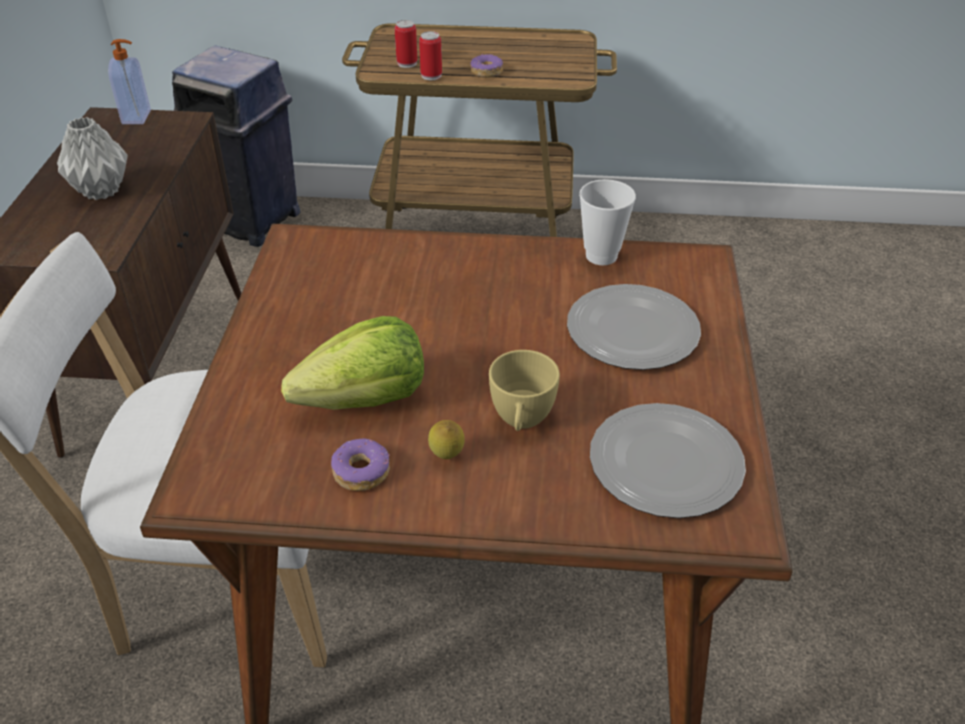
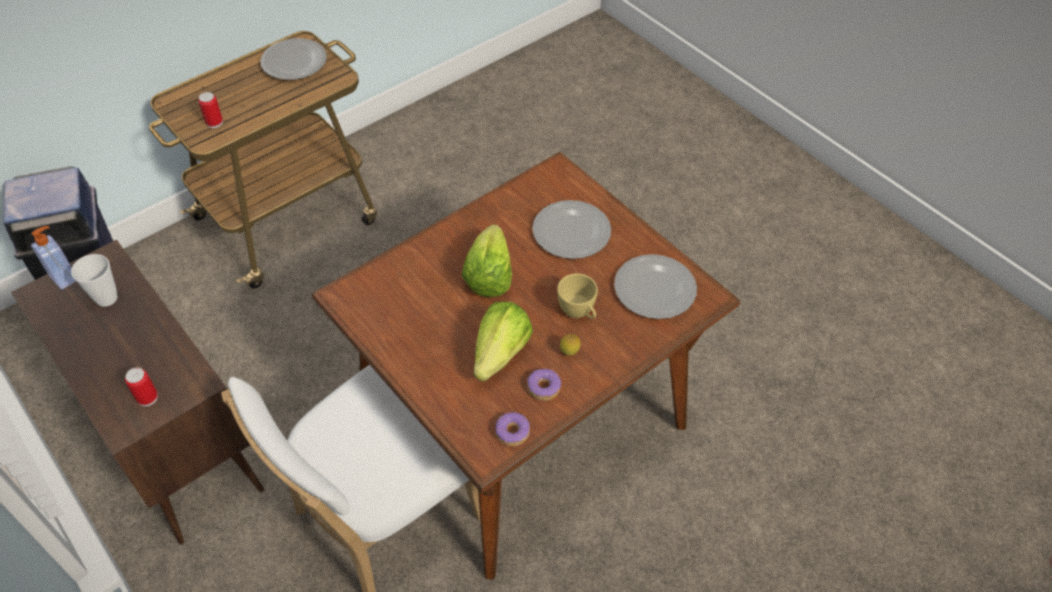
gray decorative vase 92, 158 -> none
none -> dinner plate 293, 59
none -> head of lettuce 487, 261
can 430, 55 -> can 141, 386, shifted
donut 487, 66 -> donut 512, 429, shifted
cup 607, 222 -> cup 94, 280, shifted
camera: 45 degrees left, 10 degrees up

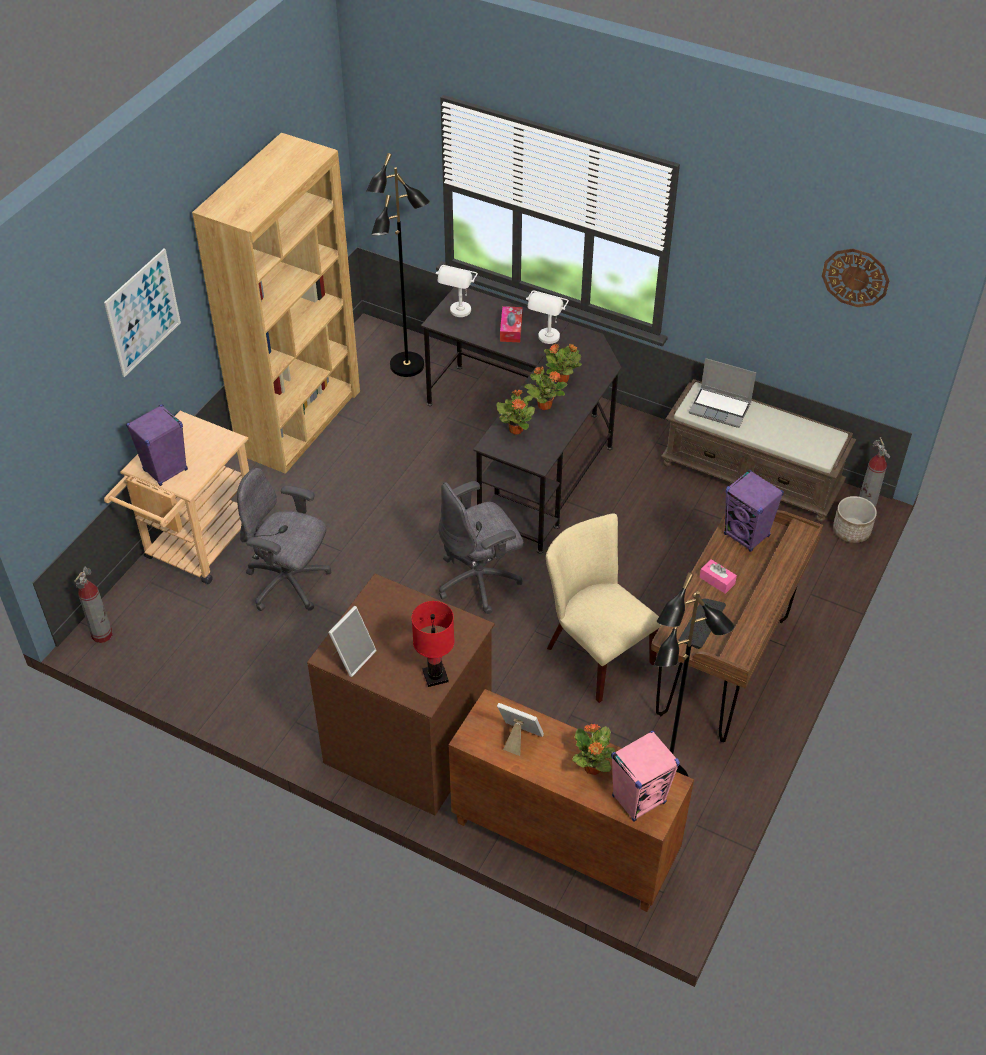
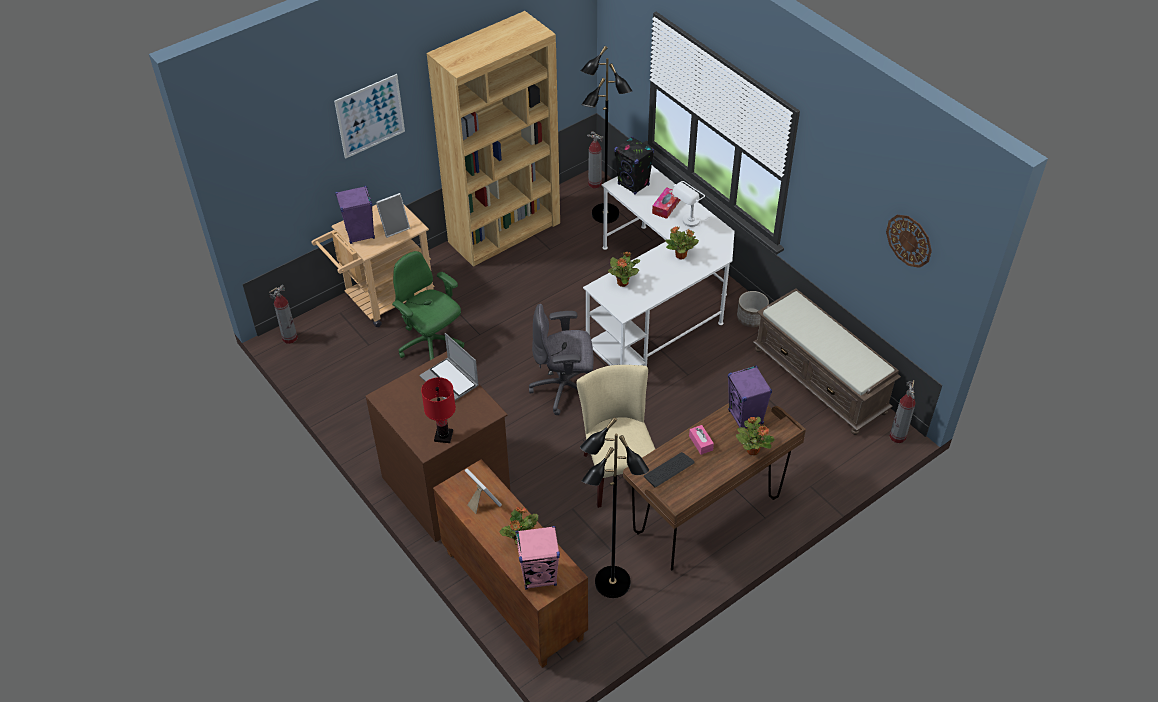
none -> fire extinguisher 595, 159
photo frame 352, 641 -> photo frame 393, 215, shifted
plant in a pot 545, 388 -> plant in a pot 755, 436, shifted
portable computer 722, 393 -> portable computer 449, 367, shifted
planter 855, 519 -> planter 753, 309, shifted
whitish tabletop lamp 457, 291 -> black audio speaker 634, 166
gray desk chair 284, 539 -> green desk chair 428, 305
black desk 521, 420 -> whitish desk 659, 266
camera: 25 degrees right, 0 degrees up

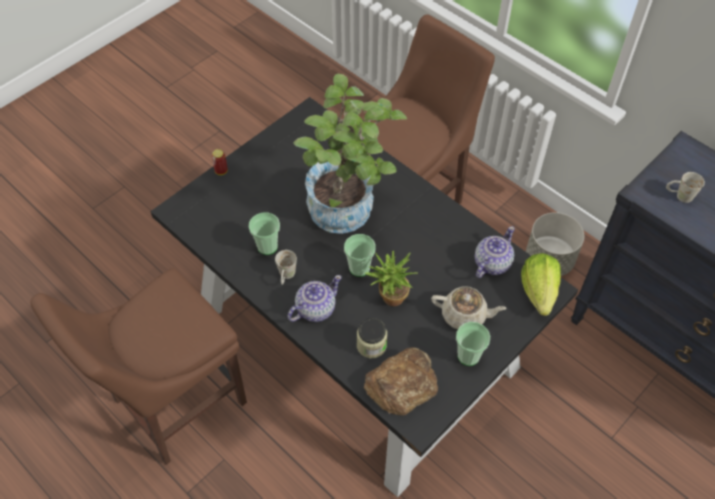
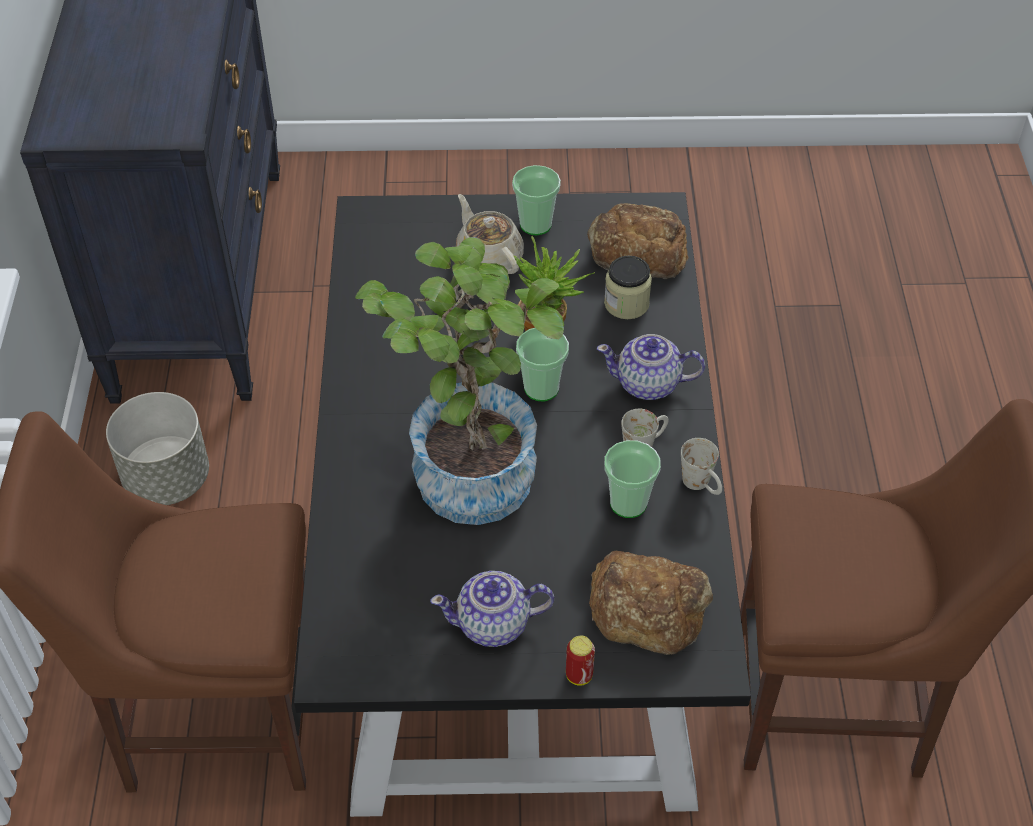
head of lettuce 541, 284 -> none
none -> baked bread 651, 603
tea pot 495, 252 -> tea pot 492, 609, shifted
whitish mug 685, 187 -> whitish mug 701, 466, shifted
camera: 135 degrees left, 5 degrees down

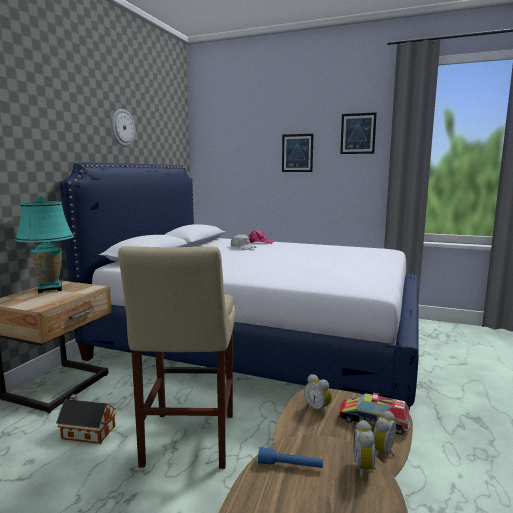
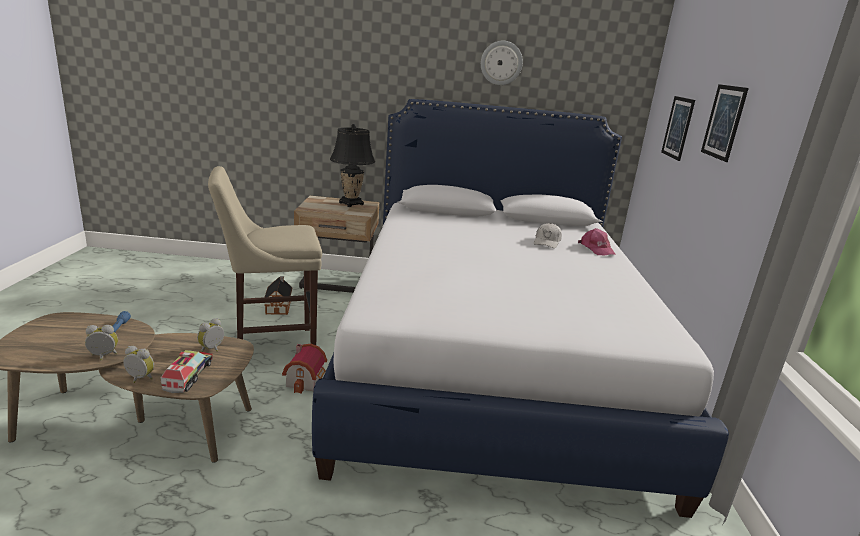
none -> model house 304, 369
picture 358, 133 -> picture 678, 128, shifted
turquoise tabletop lamp 44, 244 -> black tabletop lamp 352, 165
camera: 70 degrees right, 10 degrees up

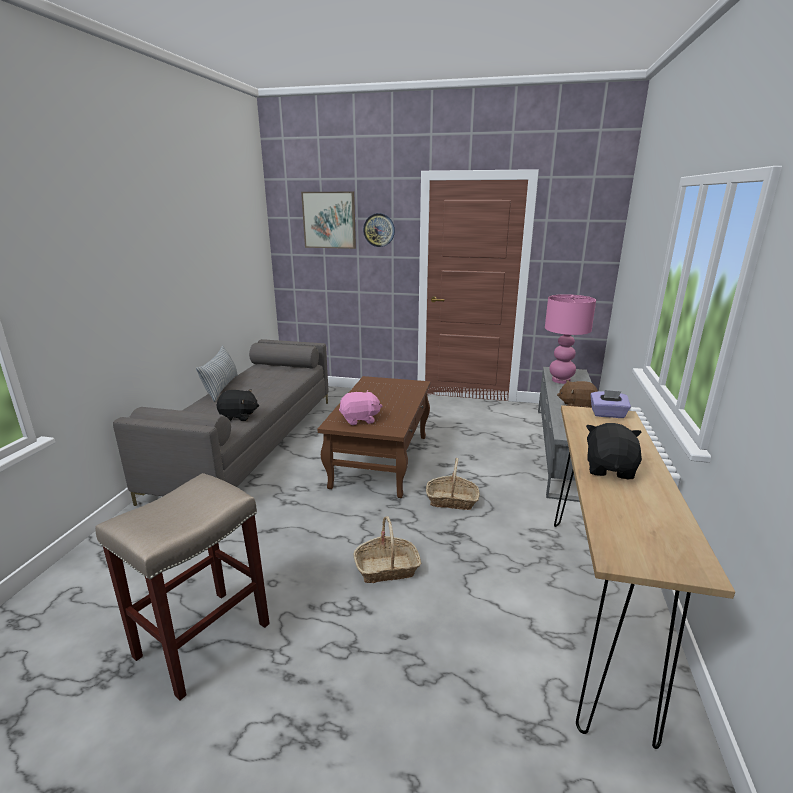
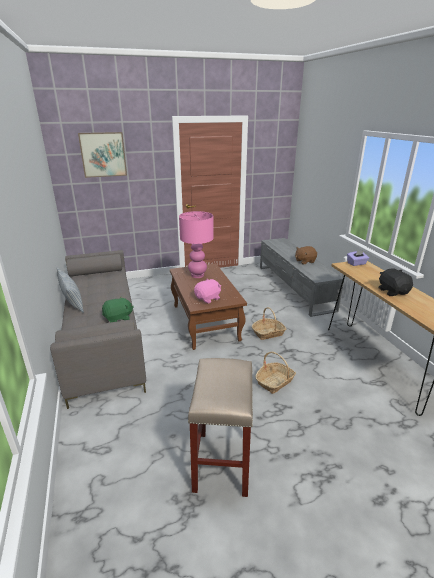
wall clock 379, 230 -> none
pinkish tabletop lamp 570, 339 -> pinkish tabletop lamp 196, 244, shifted
black cuddly toy 238, 405 -> green cuddly toy 118, 309
camera: 30 degrees left, 5 degrees up

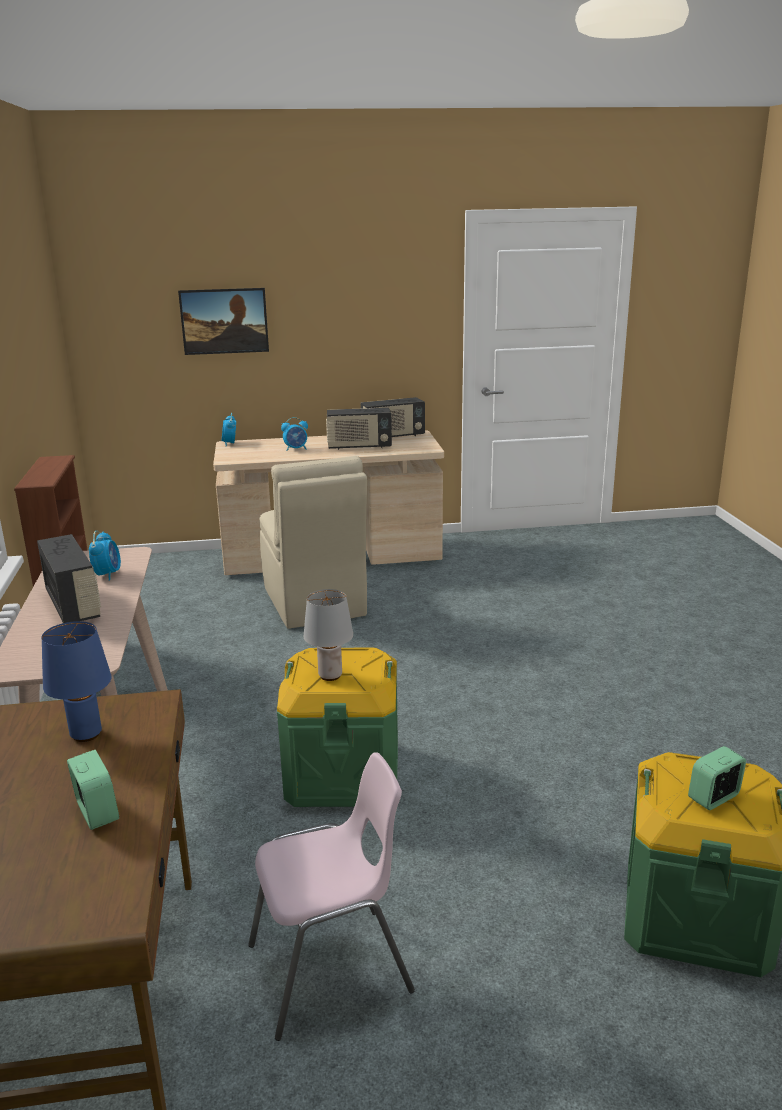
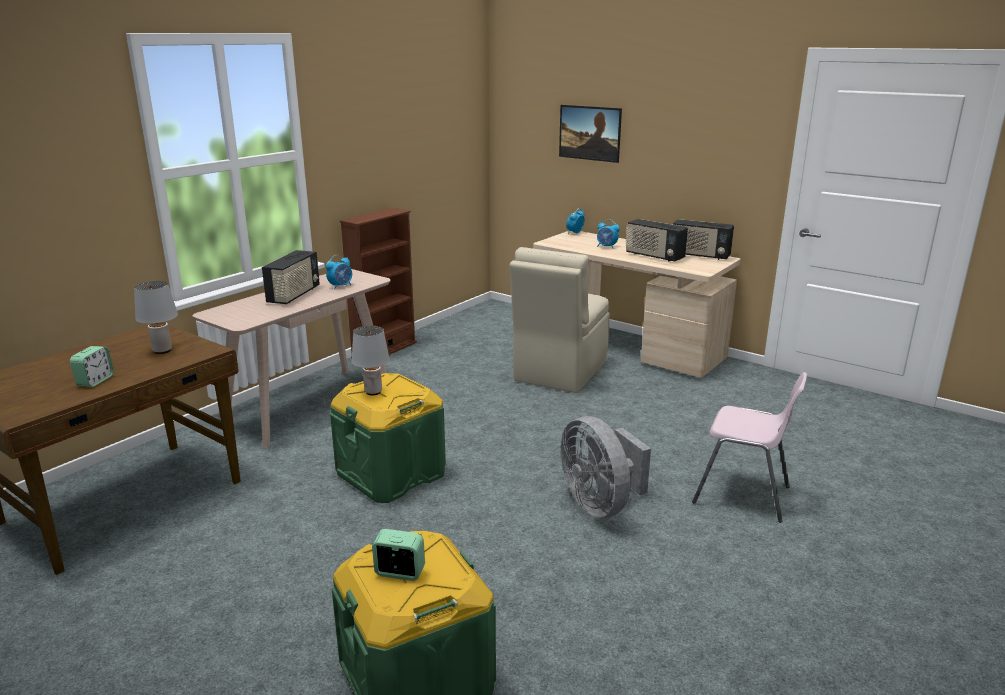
none -> gray electric fan 606, 467
pinkish plain chair 331, 896 -> pinkish plain chair 749, 447, shifted
blue-coloured tabletop lamp 76, 681 -> gray tabletop lamp 156, 317
camera: 45 degrees right, 0 degrees up

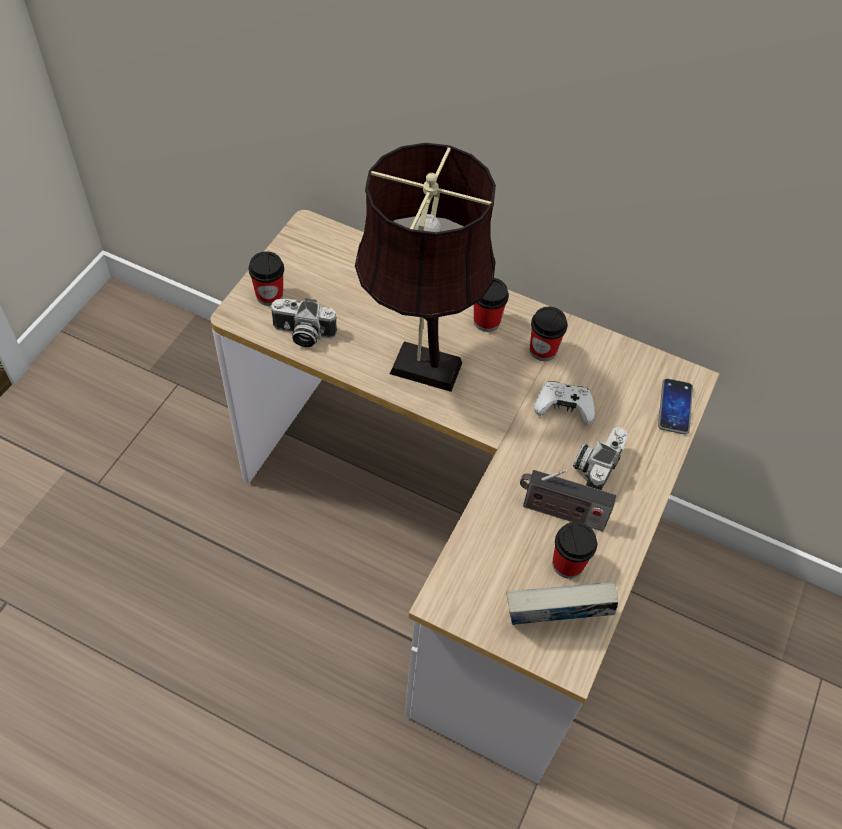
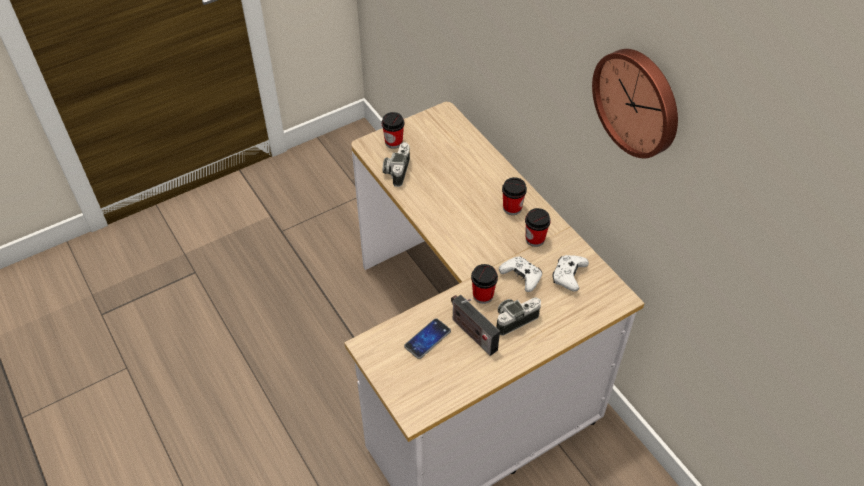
brown-coloured tabletop lamp 425, 267 -> none
volume 562, 603 -> none
none -> whitish game controller 571, 273
none -> wall clock 635, 103
cup 574, 550 -> cup 484, 284, shifted
telephone 675, 406 -> telephone 427, 338, shifted
still camera 303, 322 -> still camera 396, 164, 60 degrees clockwise
camera: 35 degrees right, 5 degrees down

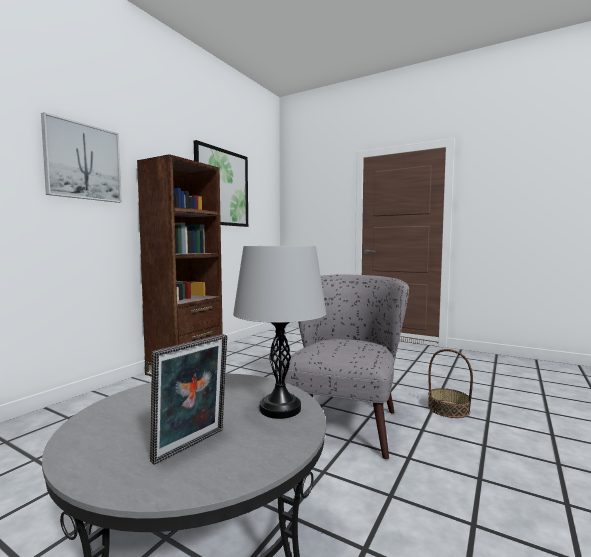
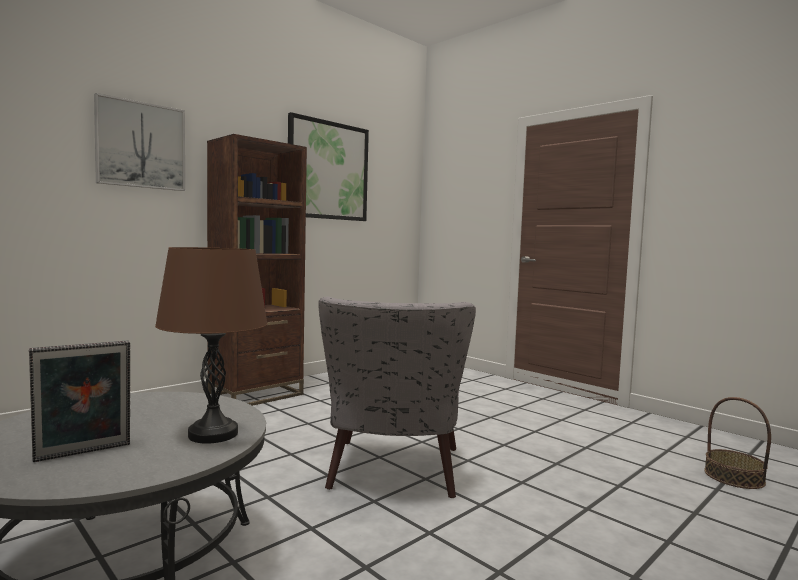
household basket 450, 383 -> household basket 737, 443, shifted
gray tabletop lamp 279, 332 -> brown-coloured tabletop lamp 211, 345
gray lounge chair 345, 367 -> gray lounge chair 397, 397, 150 degrees clockwise
camera: 15 degrees right, 0 degrees up

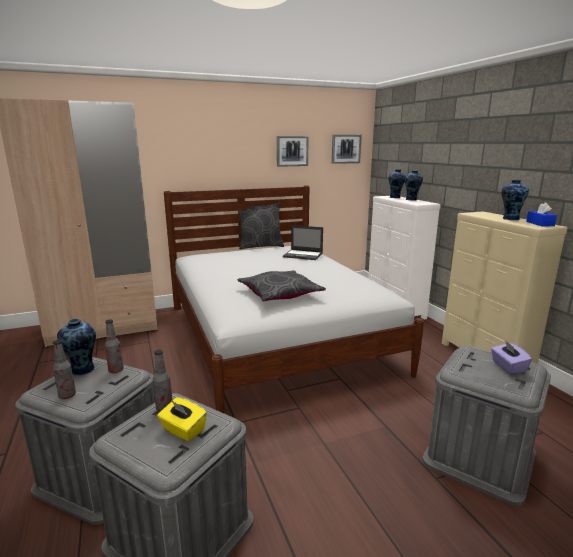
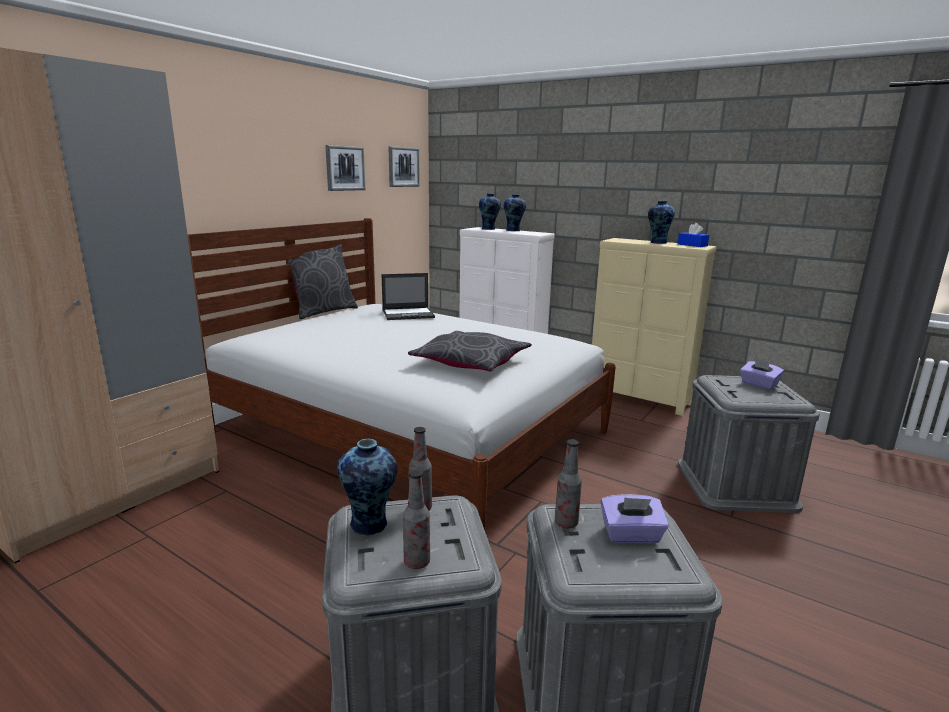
yellowish tissue holder 182, 420 -> purple tissue holder 635, 518
camera: 35 degrees left, 0 degrees up

